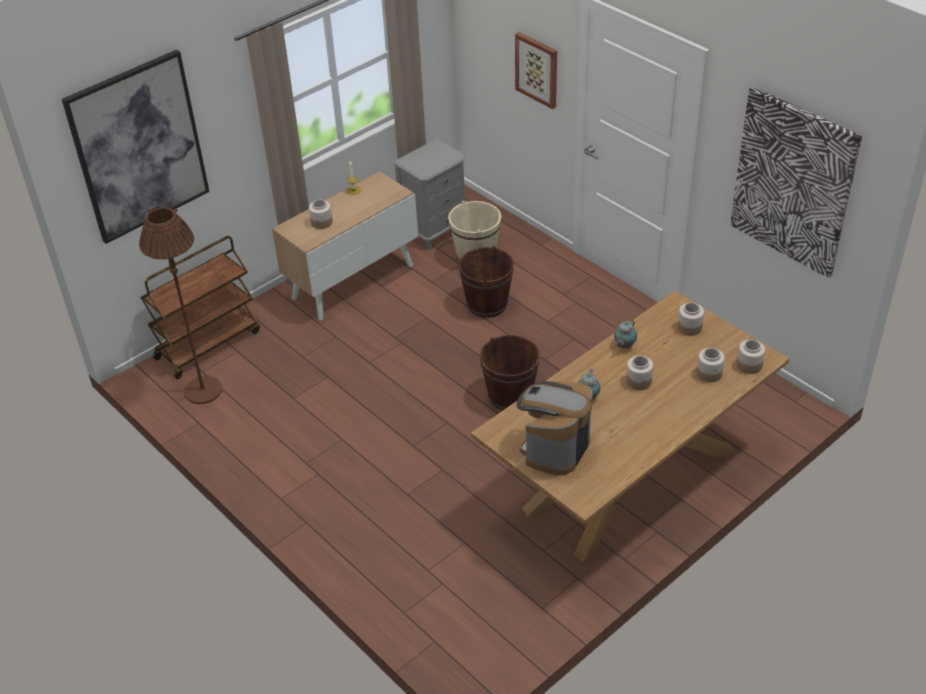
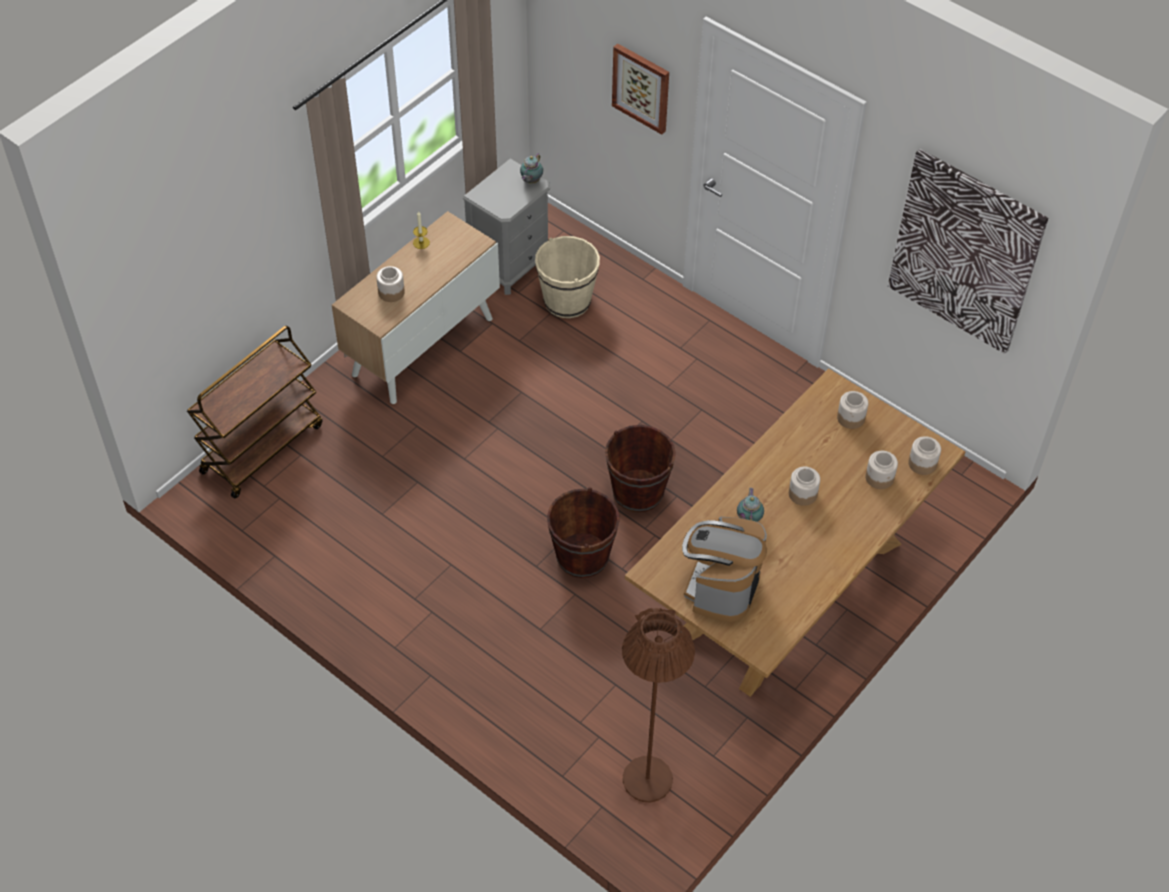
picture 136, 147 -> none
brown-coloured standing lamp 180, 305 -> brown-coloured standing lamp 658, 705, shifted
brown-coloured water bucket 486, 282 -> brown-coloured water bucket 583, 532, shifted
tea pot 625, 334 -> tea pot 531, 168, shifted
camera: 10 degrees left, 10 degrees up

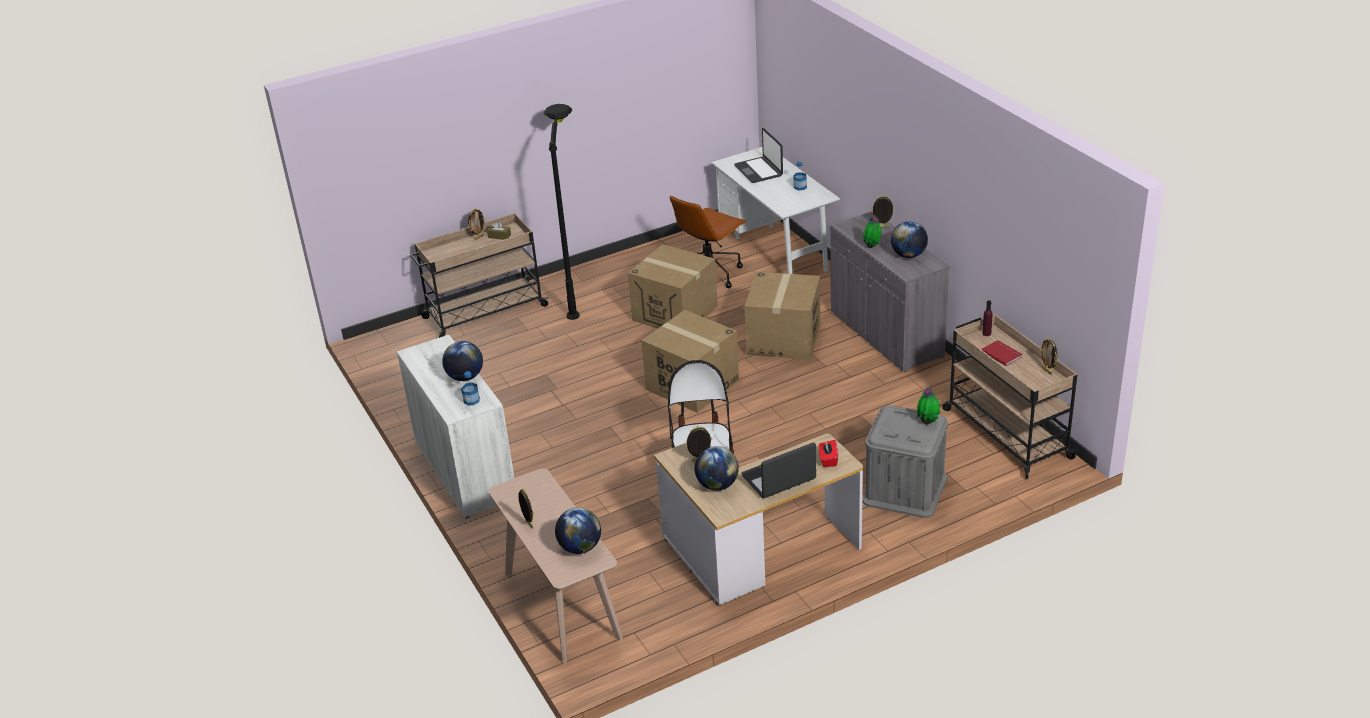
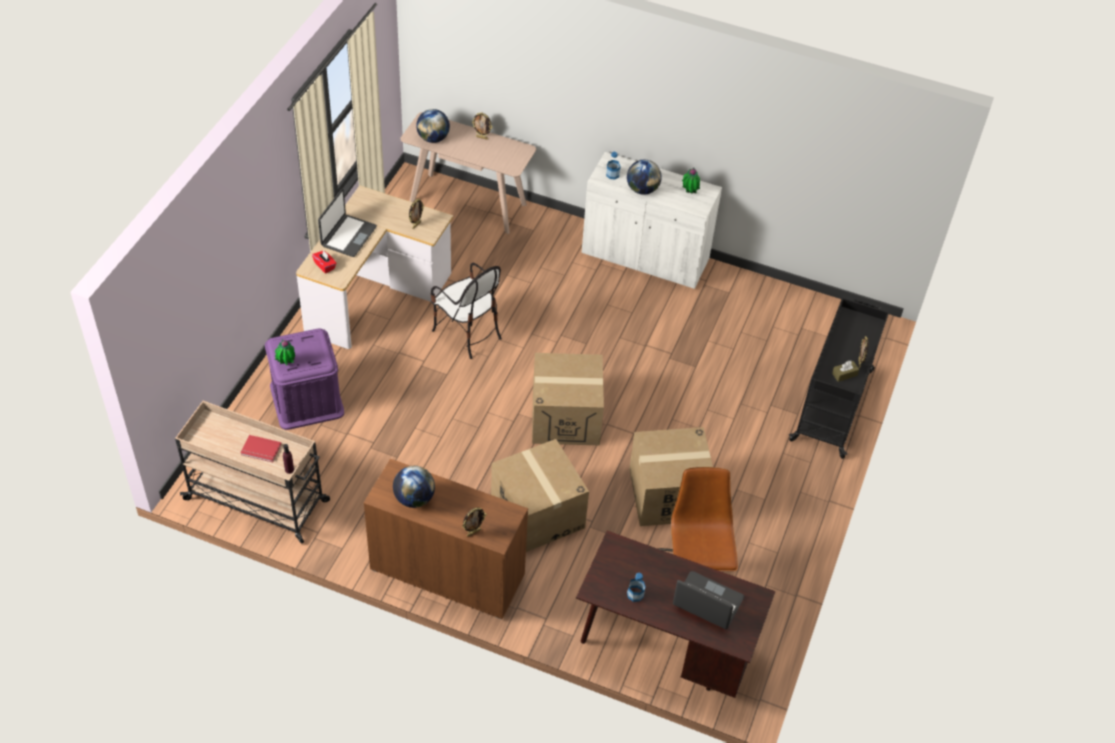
black standing lamp 562, 212 -> none
world globe 716, 468 -> none
photo frame 1049, 356 -> none
plant in a pot 872, 231 -> plant in a pot 691, 180, shifted
sand-coloured wheeled cart 479, 275 -> black wheeled cart 839, 378
whitish desk 776, 210 -> brown-coloured desk 675, 614
gray cabinet 890, 291 -> brown-coloured cabinet 446, 539
gray storage box 905, 461 -> purple storage box 304, 379
camera: 135 degrees right, 15 degrees up

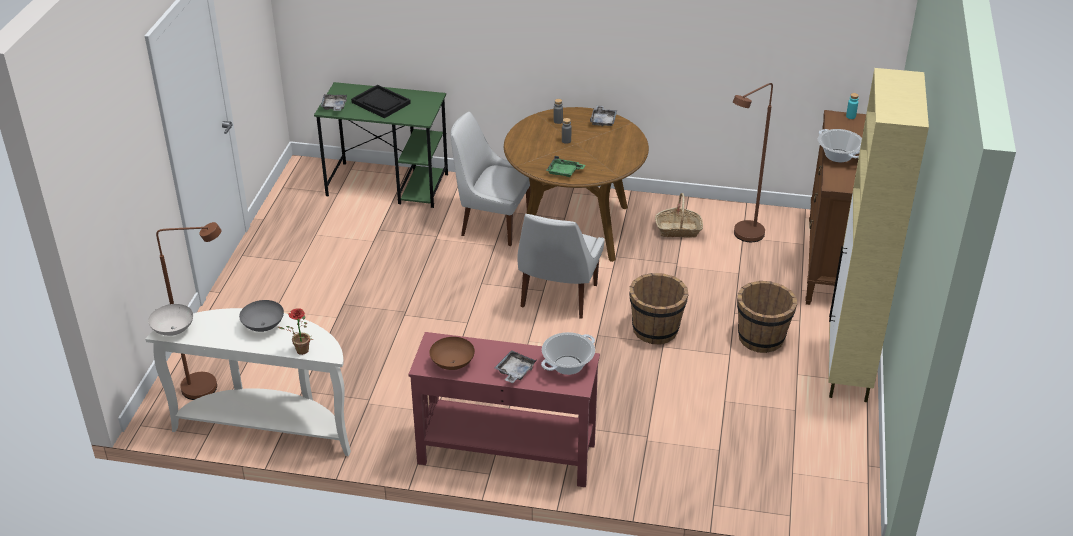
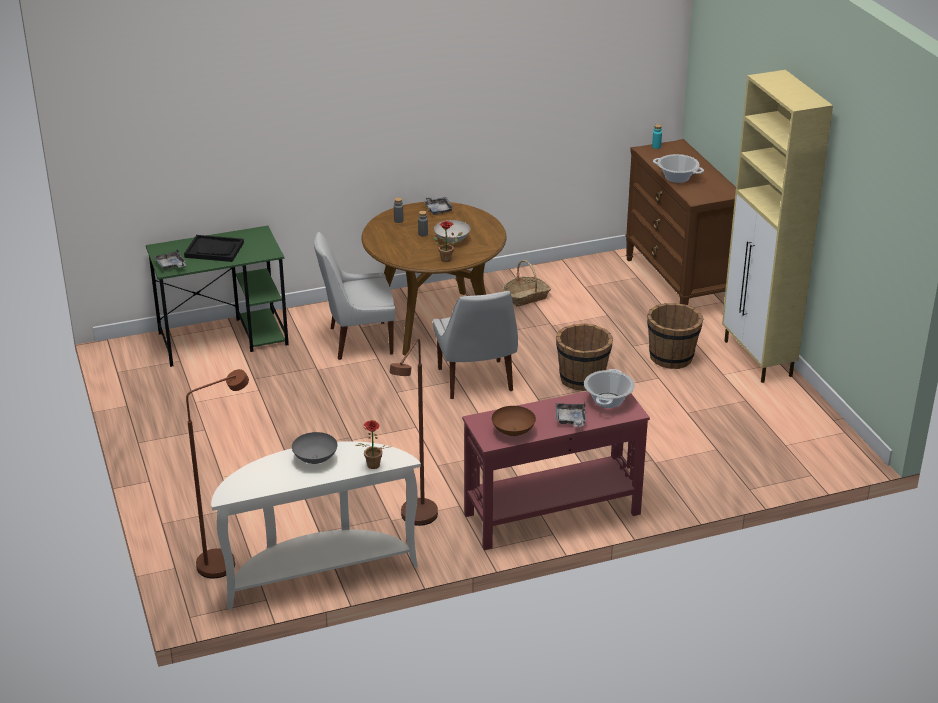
whitish bowl 170, 320 -> whitish bowl 452, 231, shifted
brown-coloured standing lamp 753, 162 -> brown-coloured standing lamp 414, 432, shifted
green serving tray 565, 166 -> plant in a pot 448, 241
camera: 30 degrees left, 5 degrees down

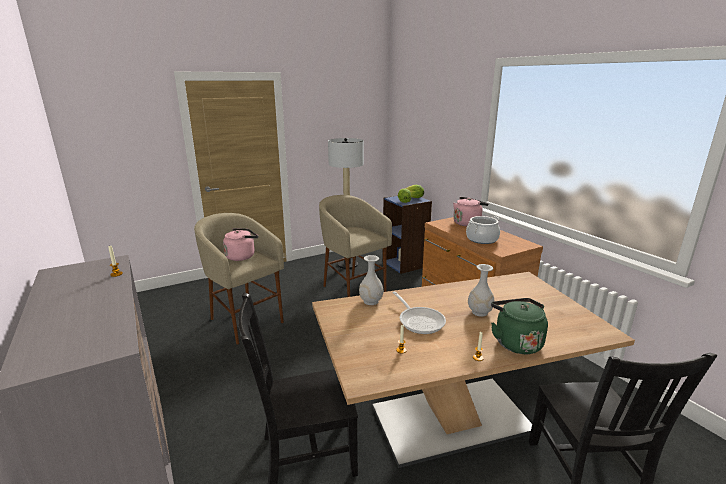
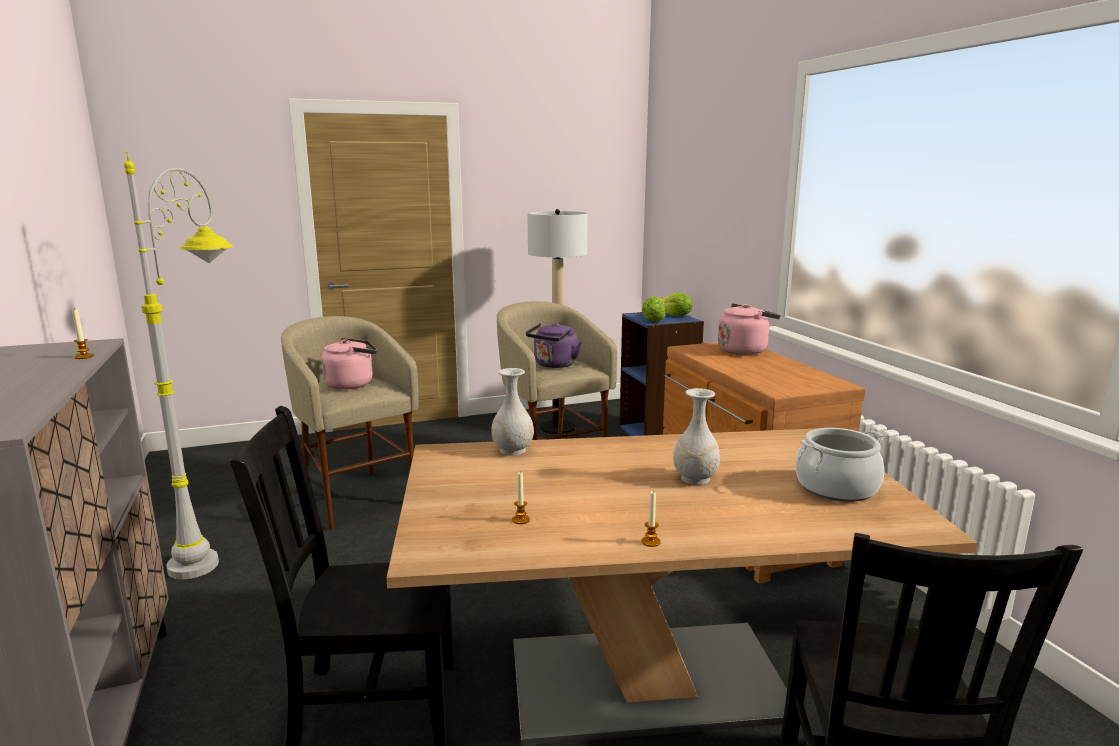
frying pan 419, 312 -> none
green water kettle 519, 326 -> none
none -> gray standing lamp 178, 365
none -> purple water kettle 554, 345
cooking pot 483, 230 -> cooking pot 839, 465, shifted
camera: 10 degrees right, 5 degrees down

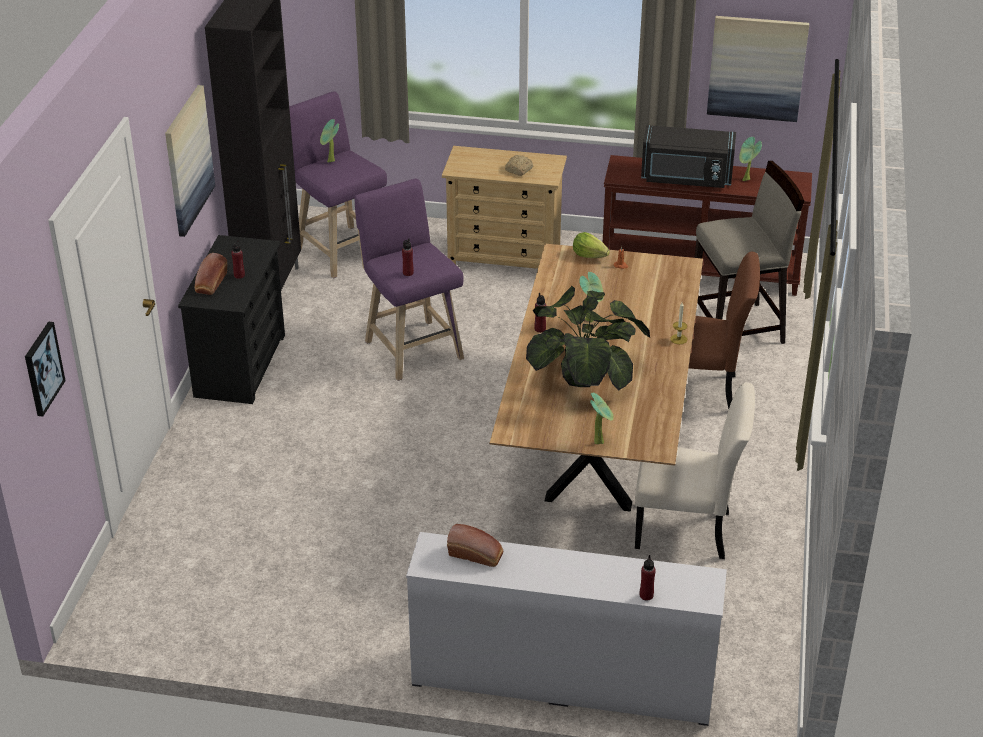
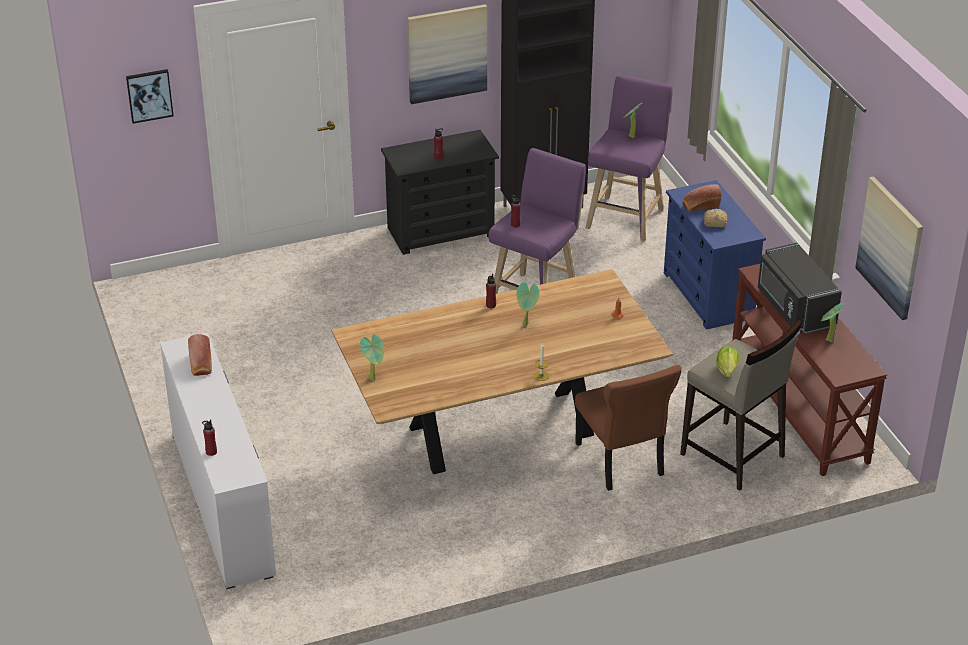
plant in a pot 588, 338 -> none
sand-coloured plain chair 695, 470 -> none
baked bread 211, 274 -> baked bread 702, 198, shifted
head of lettuce 591, 245 -> head of lettuce 727, 361, shifted
sand-coloured drawer chest 504, 207 -> blue-coloured drawer chest 715, 255
camera: 60 degrees right, 0 degrees up

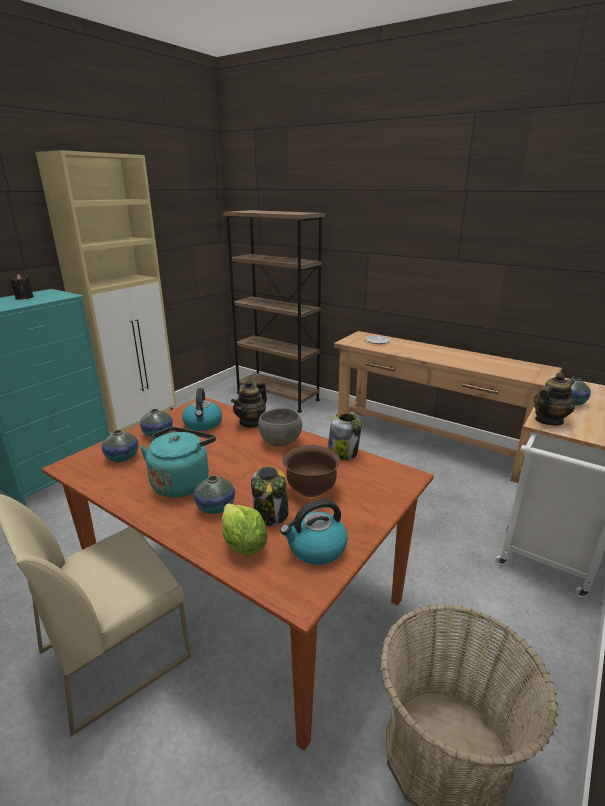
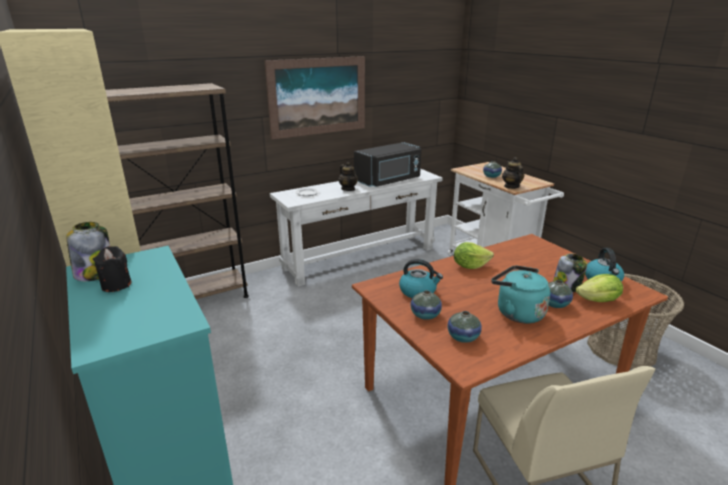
brown-coloured bowl 311, 471 -> none
none -> picture 314, 97
none -> black microwave 387, 164
tea pot 249, 404 -> tea pot 348, 176, shifted
preserve jar 345, 436 -> preserve jar 88, 251, shifted
gray bowl 280, 427 -> head of lettuce 474, 255
brown-coloured console table 448, 407 -> whitish console table 356, 227
camera: 65 degrees left, 0 degrees up

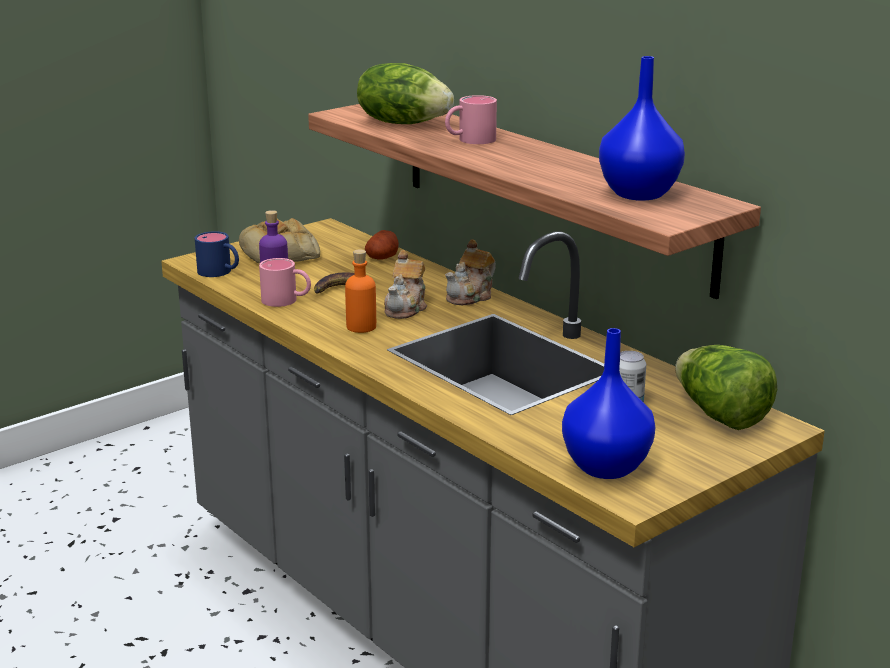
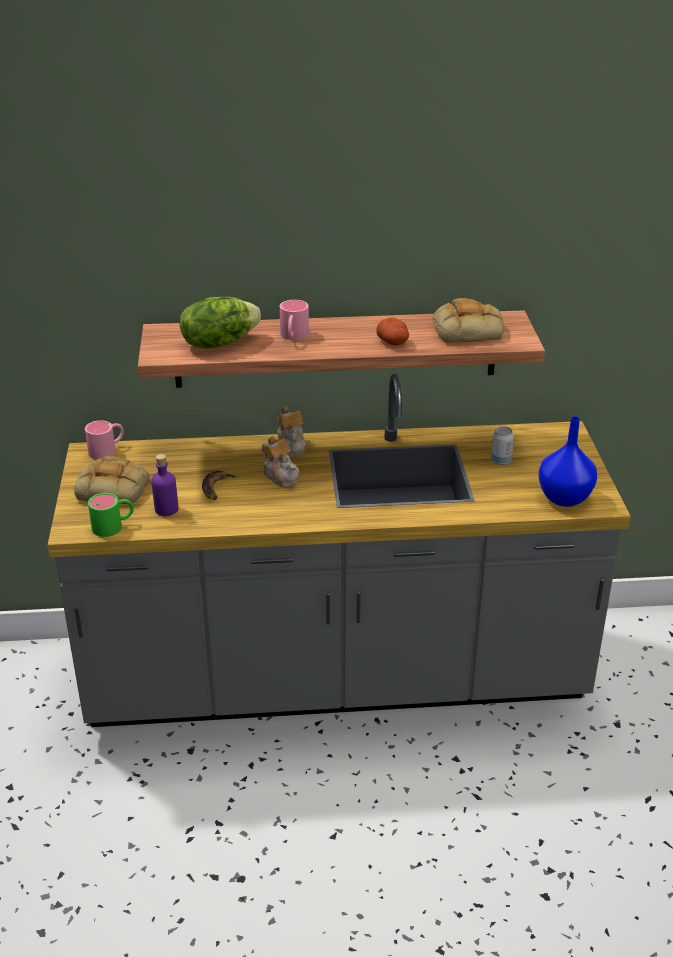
orangey beverage bottle 360, 291 -> none
head of lettuce 726, 387 -> none
pinkish mug 285, 282 -> pinkish mug 104, 440, shifted
spud 382, 245 -> spud 393, 331, shifted
blue-coloured decorative vase 642, 128 -> baked bread 468, 320
blue-coloured mug 217, 254 -> green mug 111, 515
camera: 55 degrees left, 10 degrees up

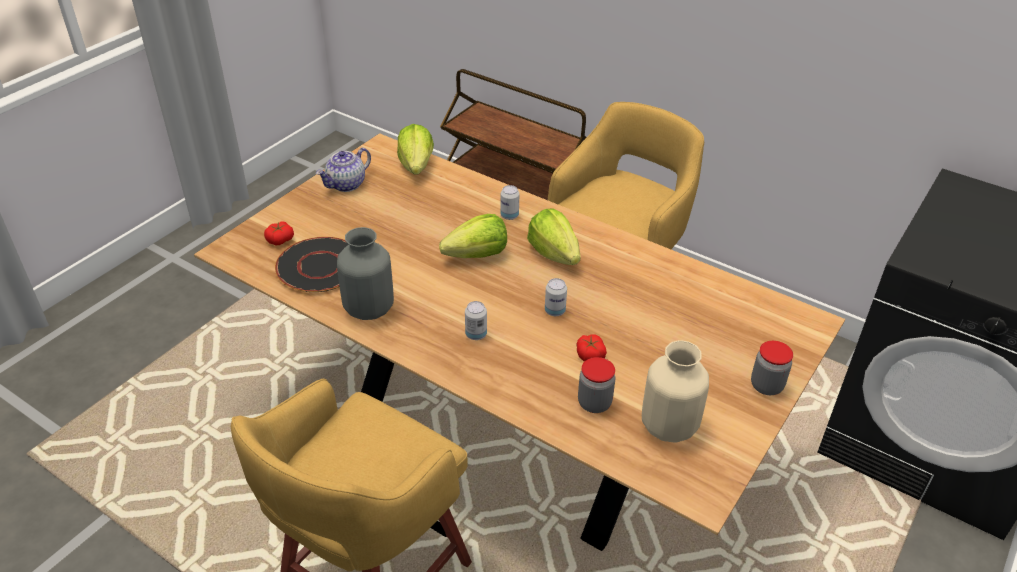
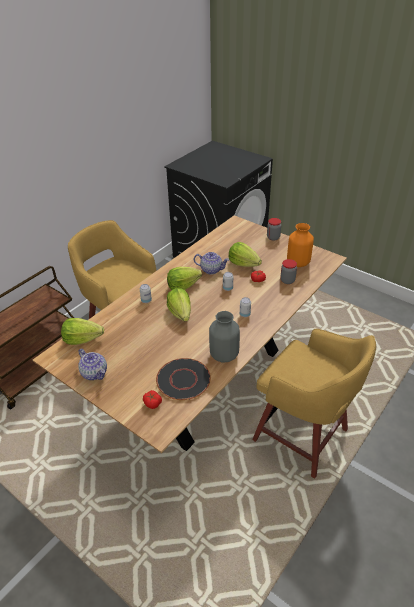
none -> tea pot 211, 263
none -> head of lettuce 245, 254
sand-coloured decorative vase 675, 391 -> orangey decorative vase 300, 245
camera: 85 degrees left, 0 degrees up

